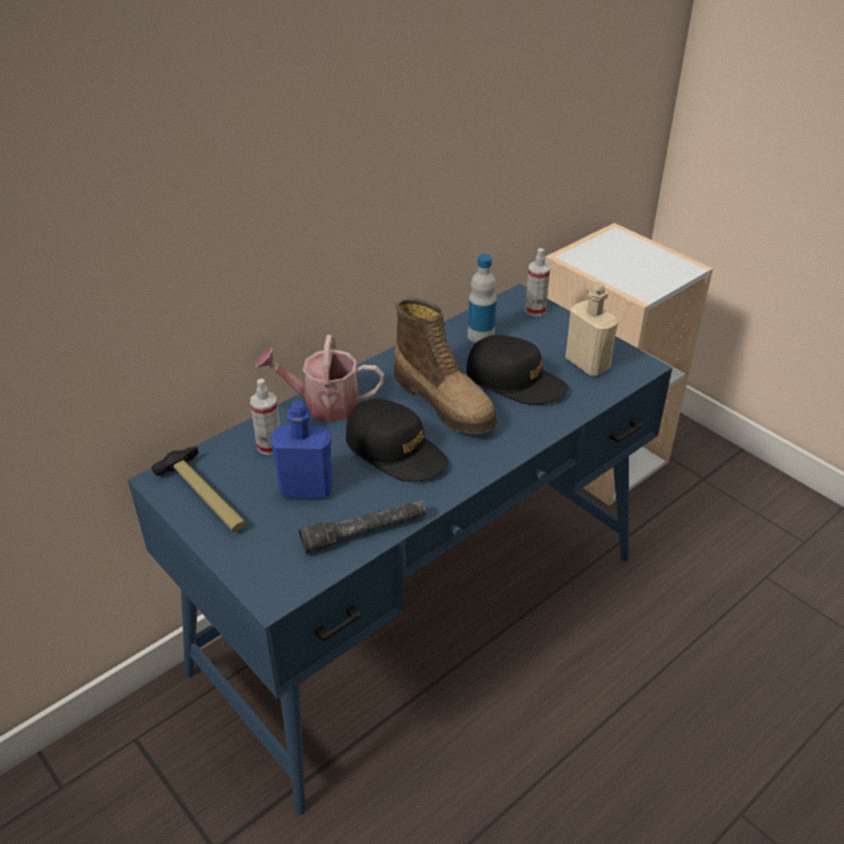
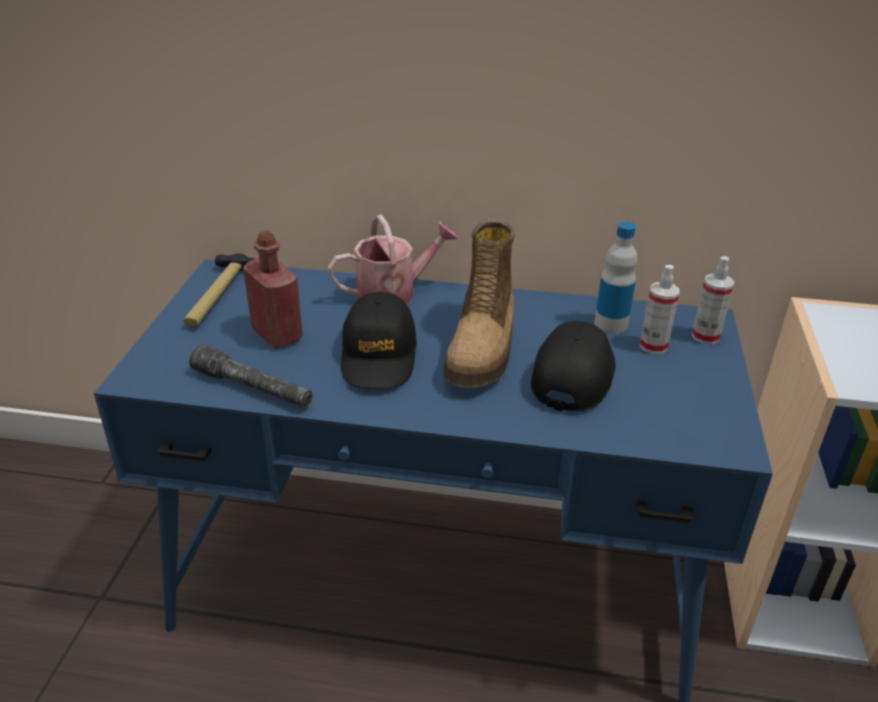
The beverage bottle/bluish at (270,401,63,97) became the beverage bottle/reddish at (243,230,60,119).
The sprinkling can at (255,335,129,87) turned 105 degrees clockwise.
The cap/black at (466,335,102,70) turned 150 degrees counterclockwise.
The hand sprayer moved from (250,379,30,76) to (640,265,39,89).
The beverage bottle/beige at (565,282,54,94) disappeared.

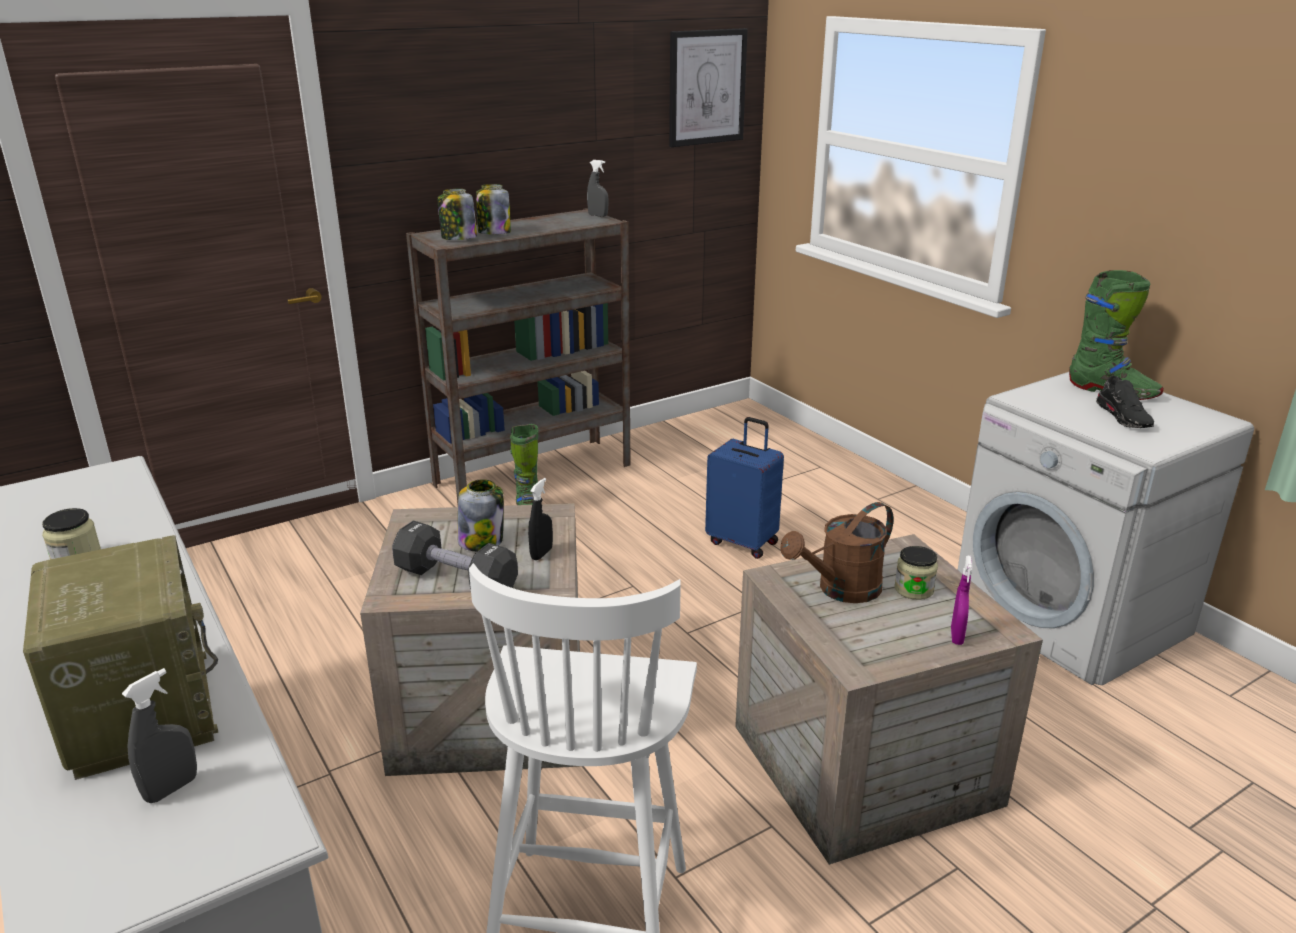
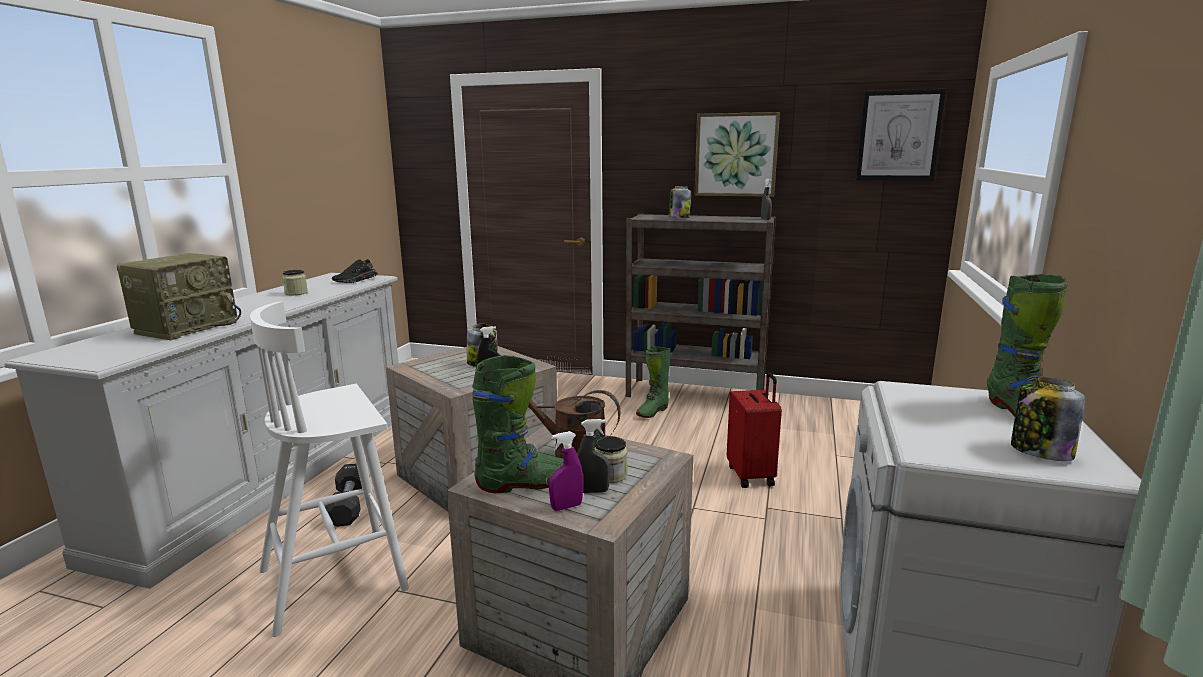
The dumbbell/black moved from (392,520,126,69) to (325,464,37,63).
The low shoe/black moved from (1096,376,58,52) to (332,259,46,24).
The high-top boot/green-coloured at (472,355,92,138) appeared.
The hand sprayer/gray moved from (122,668,75,135) to (577,419,33,74).
The wall art at (695,112,85,85) appeared.
The piece of luggage/bluish at (705,417,79,142) became the piece of luggage/reddish at (727,372,55,116).
The jar moved from (438,189,39,51) to (1011,377,74,84).

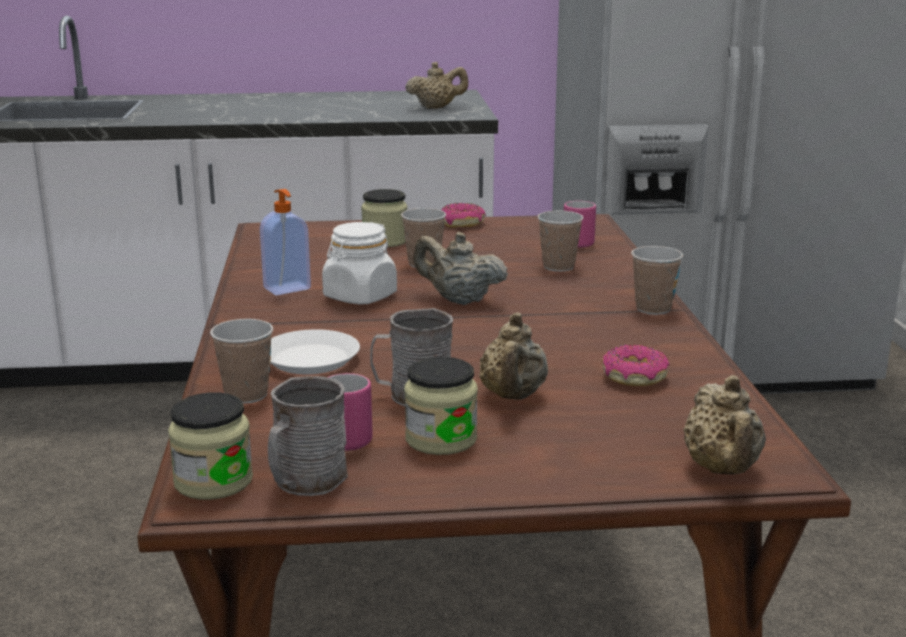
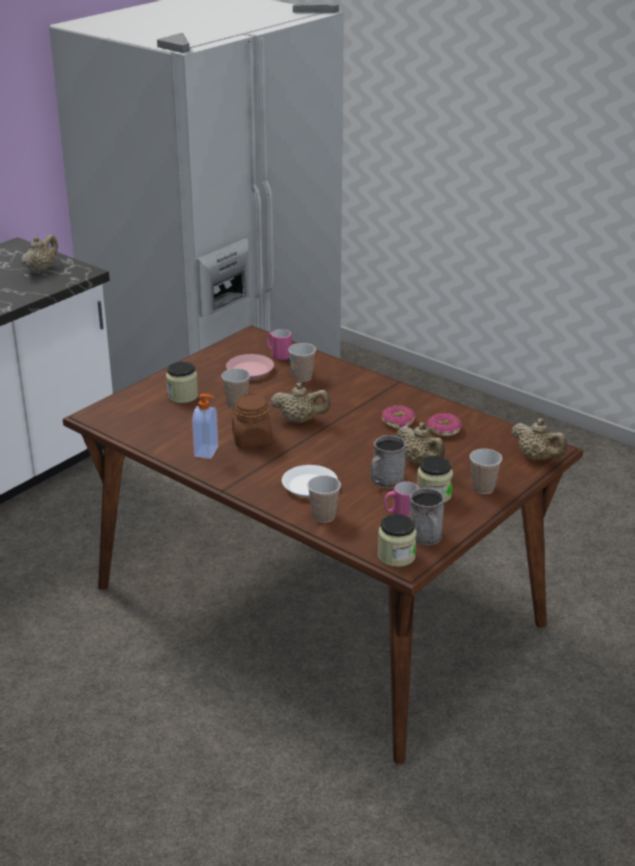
The plate/pinkish at (226,354,48,25) appeared.
The jar/whitish at (322,222,75,83) became the jar/brown-coloured at (232,394,40,54).
The tea pot/beige at (413,232,95,73) turned 150 degrees counterclockwise.
The ring doughnut moved from (441,203,45,25) to (382,405,34,24).
The cup moved from (631,246,52,69) to (470,449,32,45).

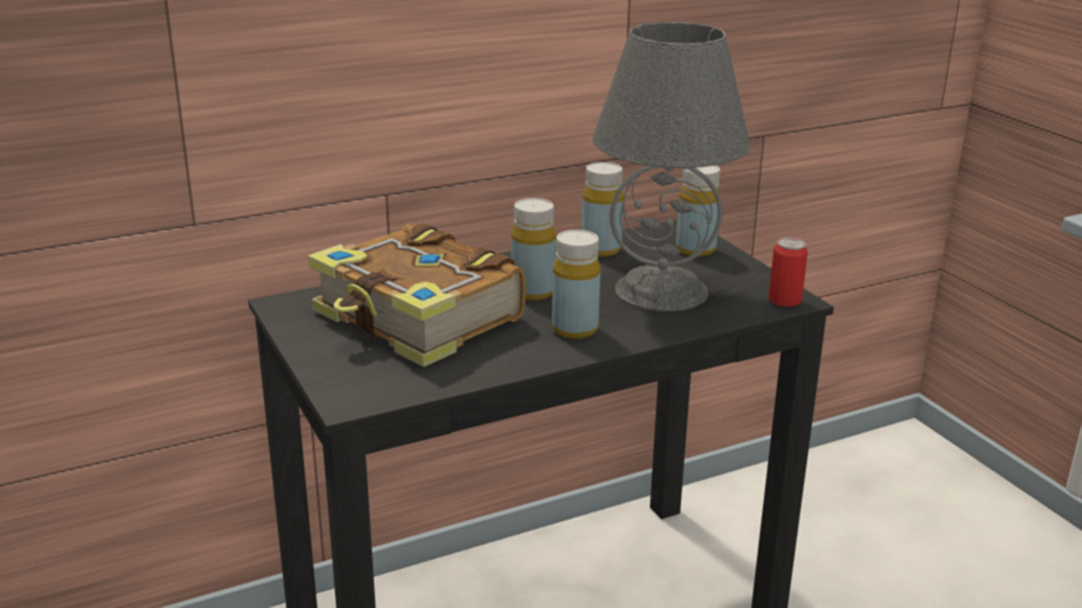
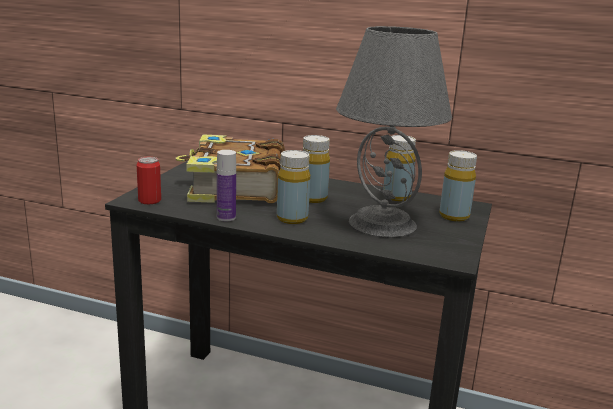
The sealed can moved from (768,237,40,70) to (137,157,24,48).
The beverage bottle at (217,150,19,71) appeared.

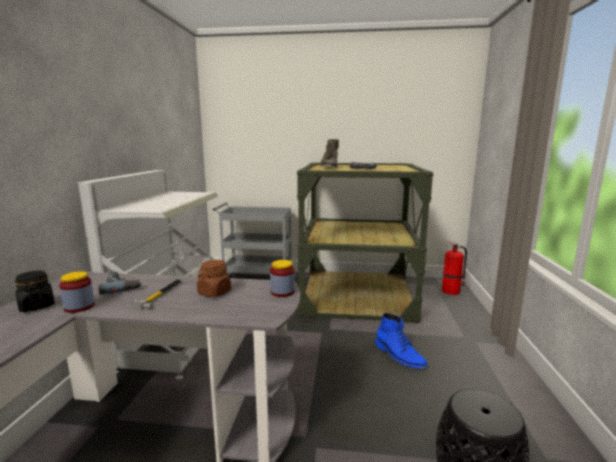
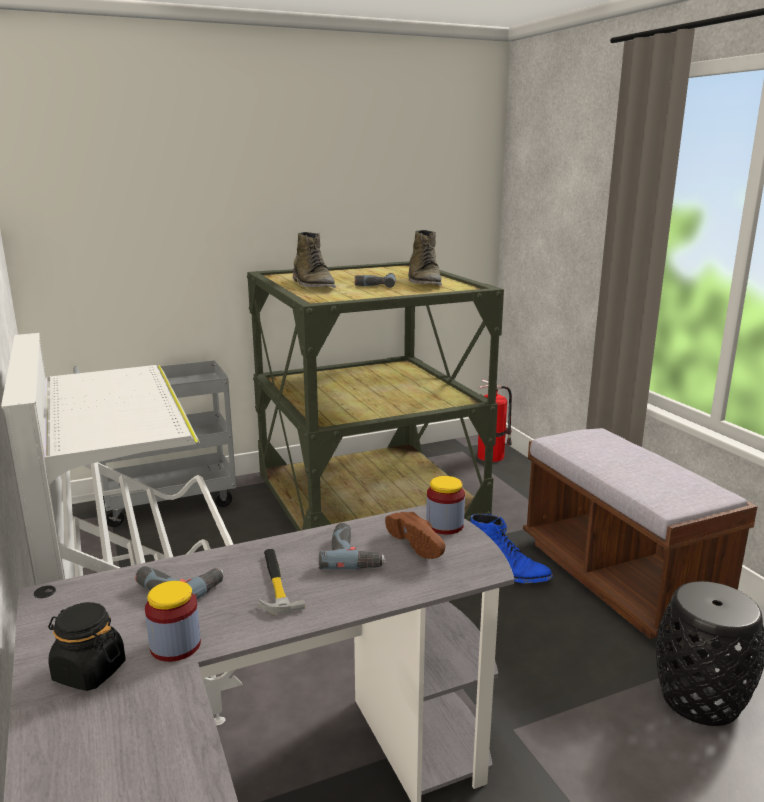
The jar/brown-coloured at (197,260,34,37) was replaced by the power drill at (319,523,67,46).
The low shoe/brown-coloured at (385,512,60,47) appeared.
The high-top boot/green-coloured at (408,230,34,56) appeared.
The bench/brown-coloured at (523,428,235,211) appeared.

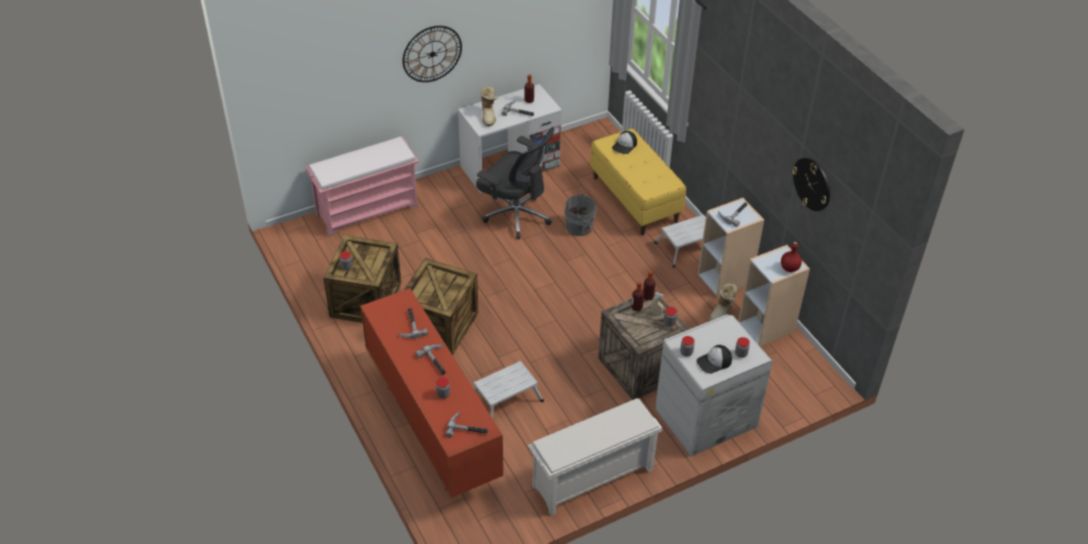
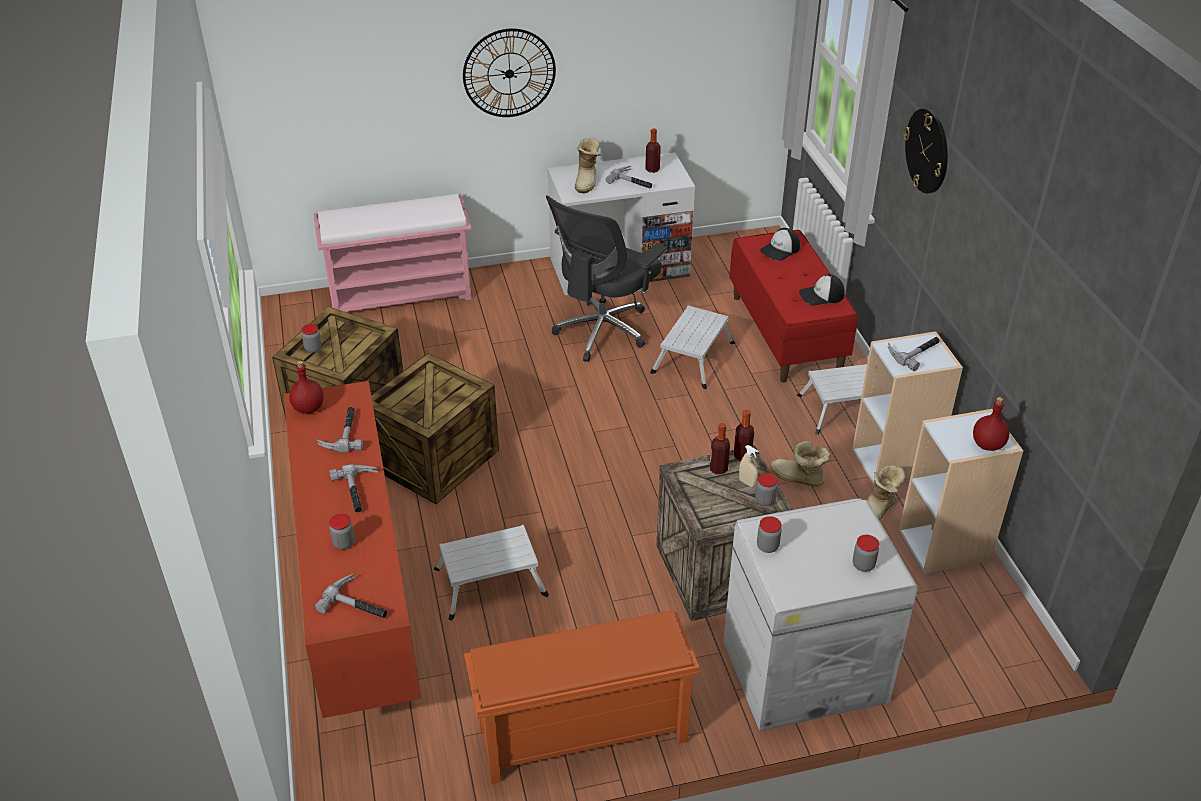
The beverage bottle/reddish at (289,361,35,53) appeared.
The shoe shelf/whitish at (528,398,134,118) became the shoe shelf/orangey at (464,610,236,174).
The office chair at (476,127,78,112) turned 75 degrees clockwise.
The pail/gray at (564,194,33,42) was replaced by the stepladder/whitish at (650,306,85,83).
The bench/yellowish at (590,128,96,107) became the bench/reddish at (730,230,127,153).
The high-top boot at (770,441,60,46) appeared.
The cap moved from (697,345,35,29) to (799,274,46,32).
The hanging clock moved from (792,157,38,54) to (903,108,45,86).

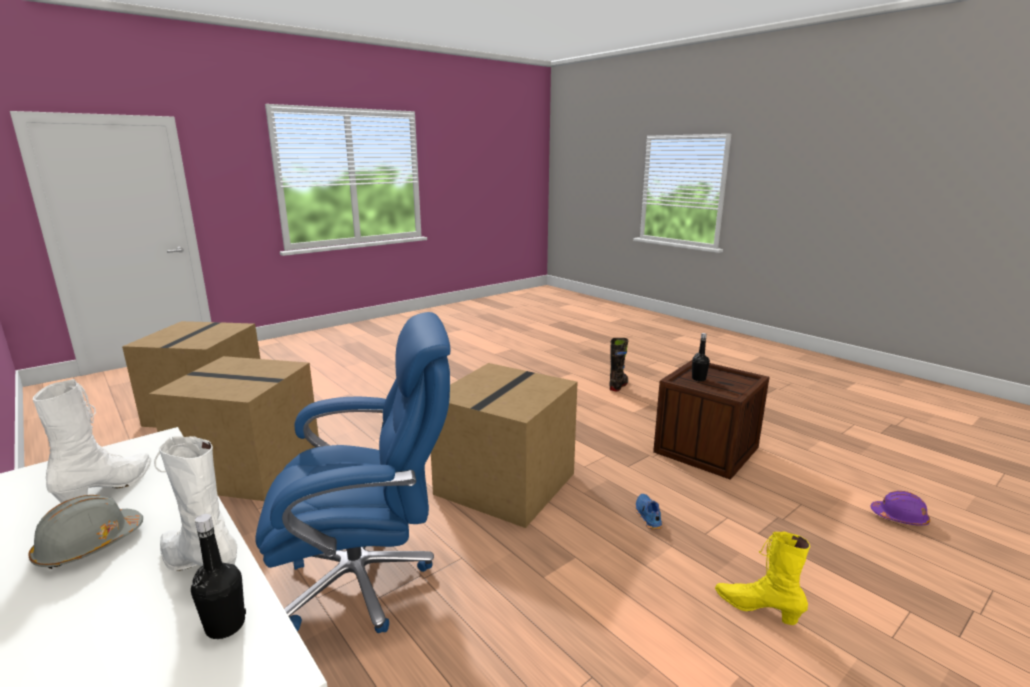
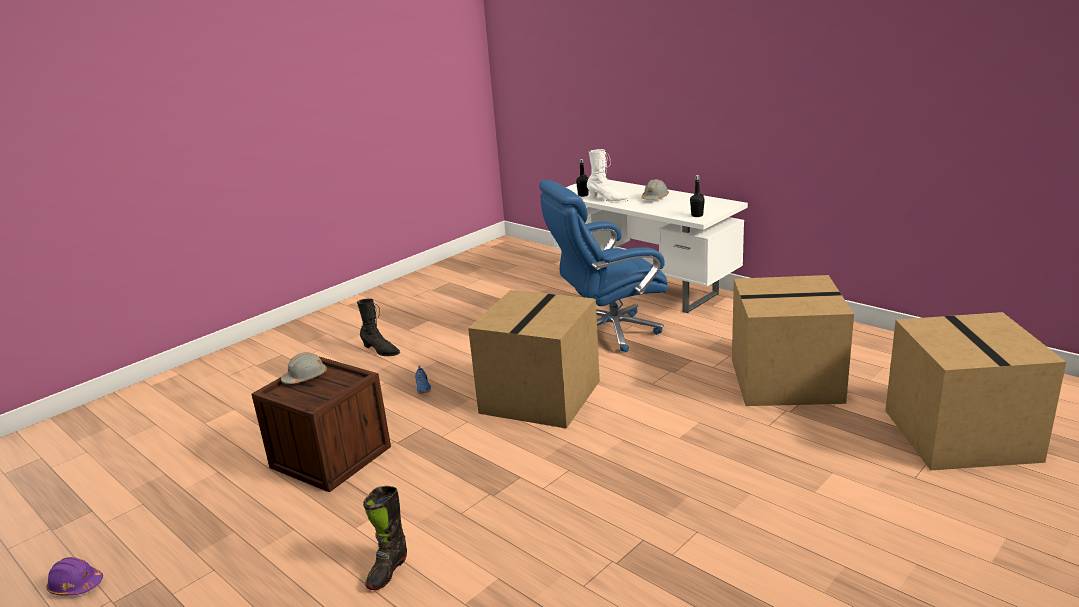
The work helmet/purple moved from (870,491,60,35) to (46,557,57,39).
The work helmet/gray at (281,352,46,32) appeared.
The high-top boot/yellowish at (715,532,95,93) became the high-top boot/black at (357,299,43,57).
The beverage bottle/black moved from (692,333,18,48) to (690,175,15,42).
The high-top boot/whitish at (33,379,119,124) disappeared.

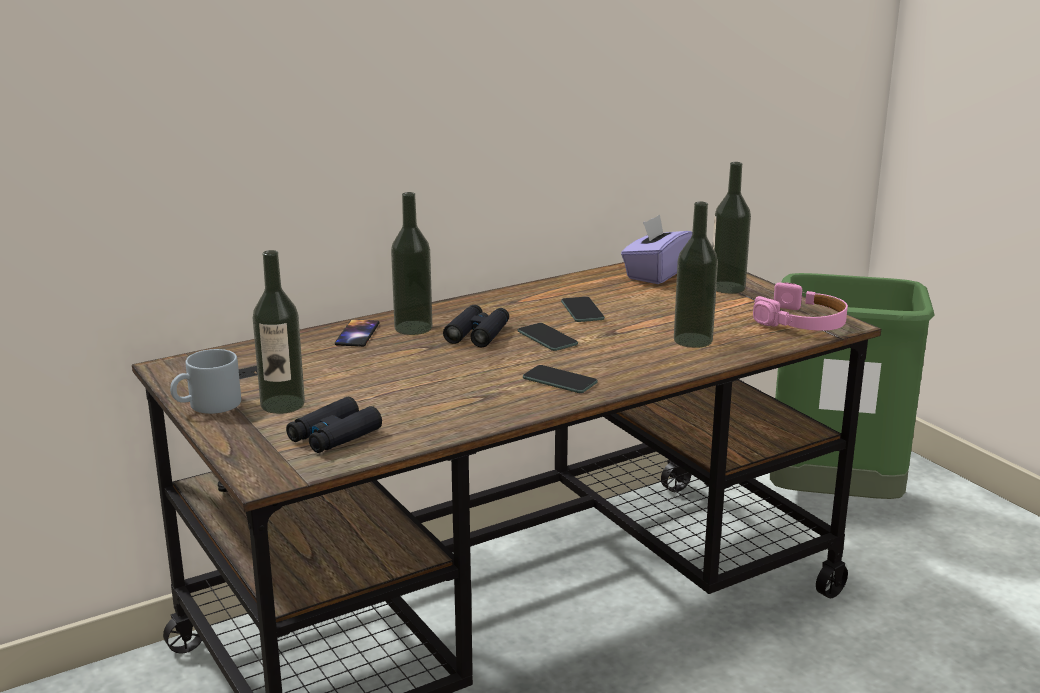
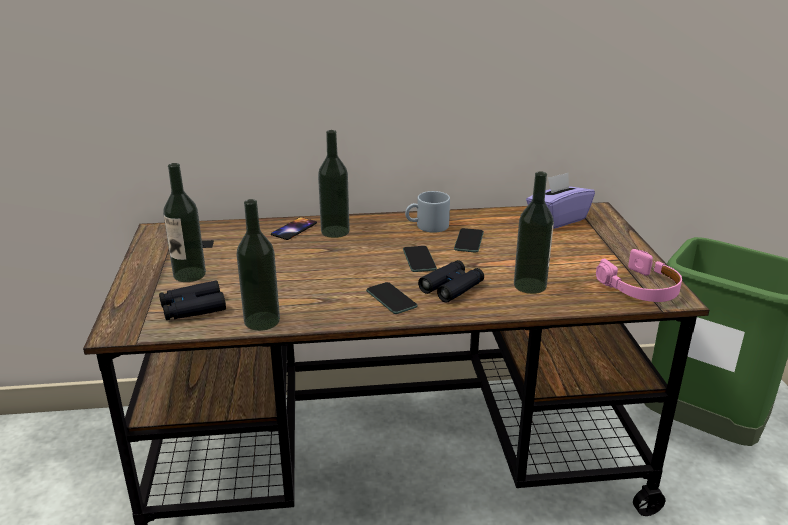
The beverage bottle moved from (713,162,38,132) to (236,199,44,132).
The tea mug/gray moved from (170,349,71,65) to (405,191,45,42).
The pair of binoculars/black moved from (443,305,66,42) to (418,260,66,43).

